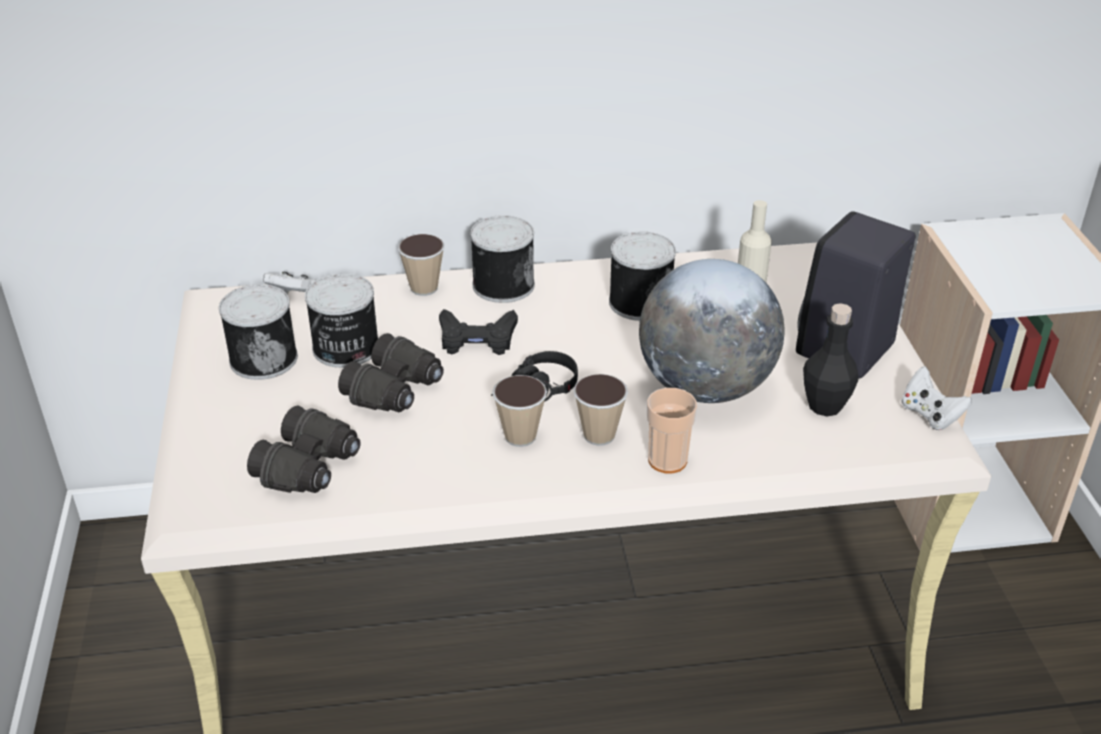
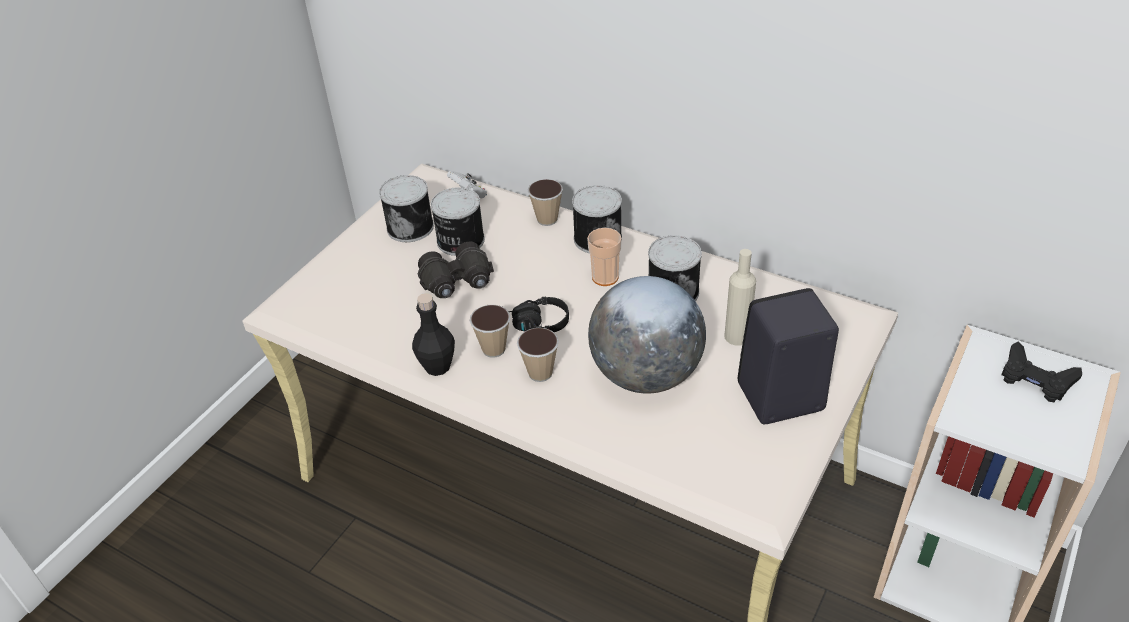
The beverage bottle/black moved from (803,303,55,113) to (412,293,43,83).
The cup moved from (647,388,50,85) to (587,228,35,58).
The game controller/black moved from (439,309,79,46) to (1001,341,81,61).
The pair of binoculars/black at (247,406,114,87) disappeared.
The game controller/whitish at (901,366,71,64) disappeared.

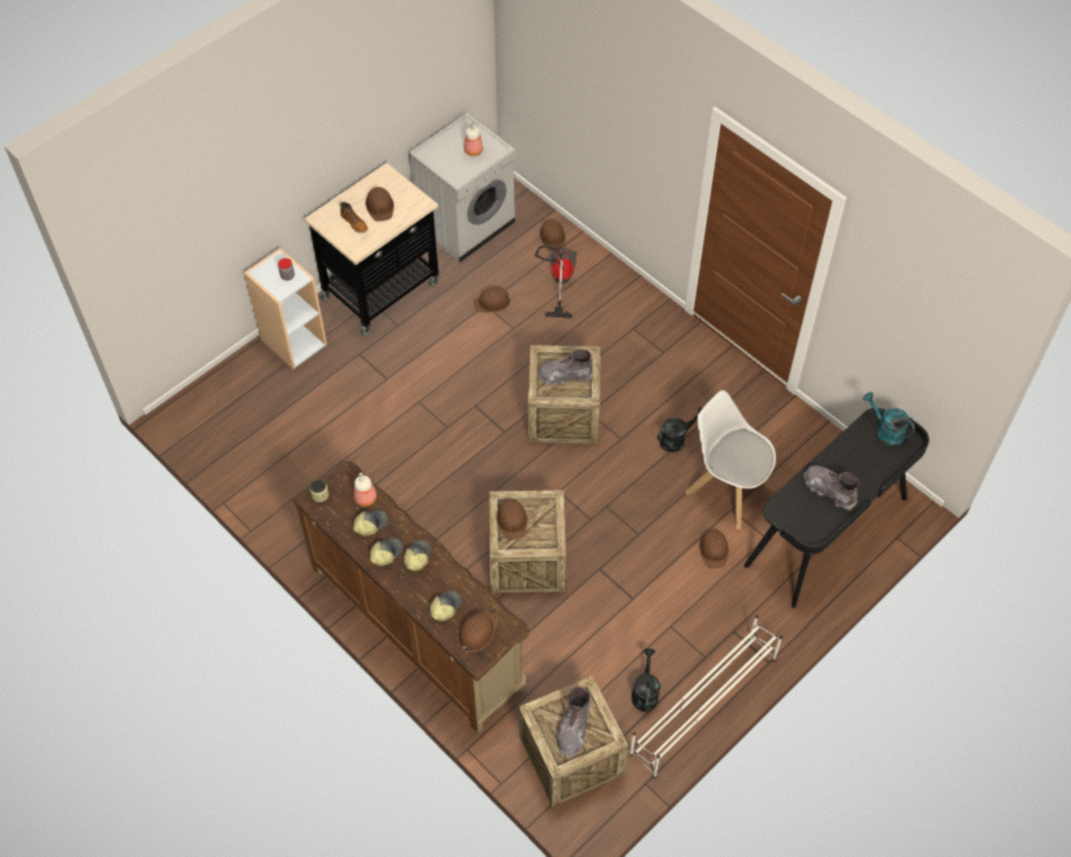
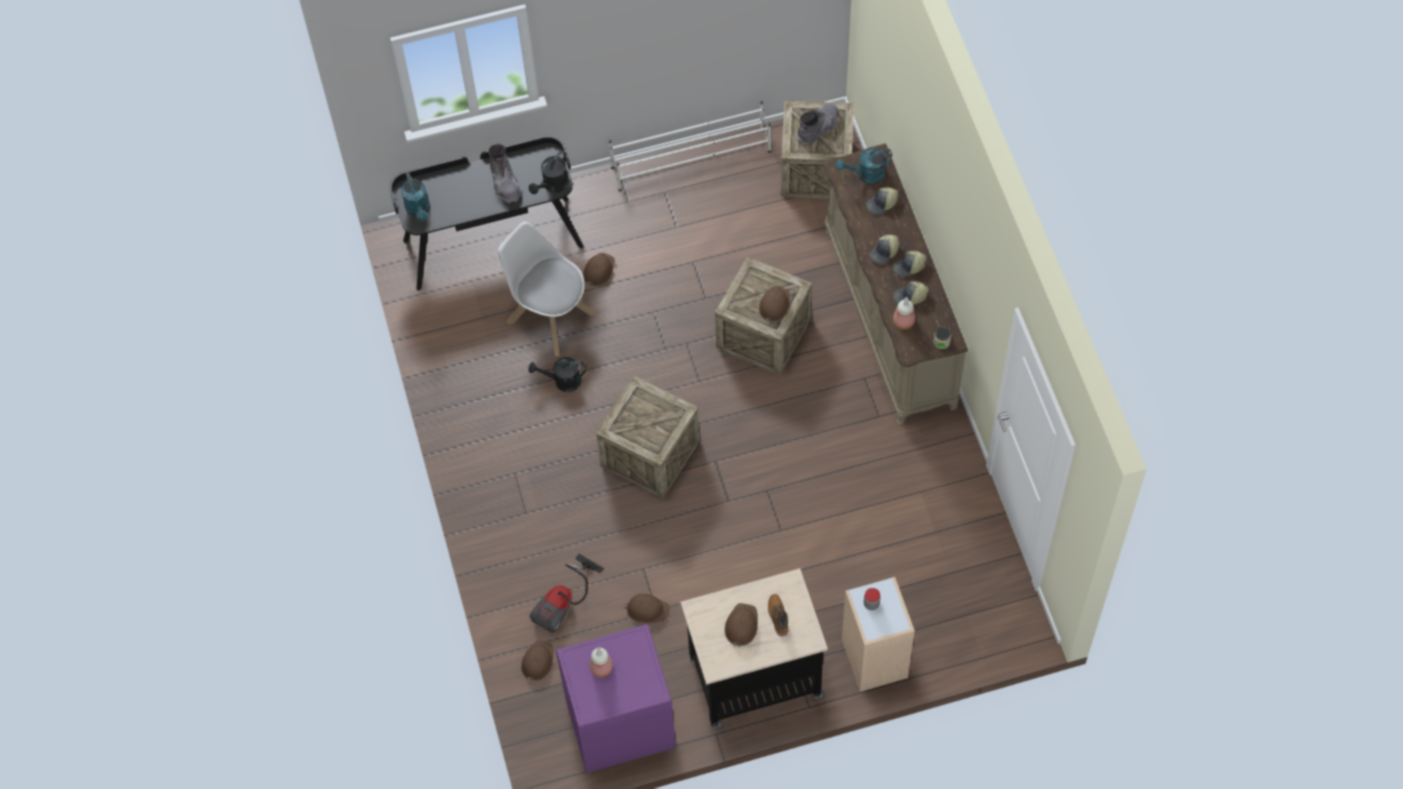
The plain chair at (685,390,91,139) turned 150 degrees clockwise.
The sprinkling can/black moved from (631,648,29,64) to (529,150,40,44).
The laundry appliance/whitish at (409,113,107,149) became the laundry appliance/purple at (556,624,120,149).
The work helmet/brown-coloured at (458,610,40,42) was replaced by the sprinkling can/blue-green at (836,148,56,36).
The high-top boot/gray at (538,349,55,37) disappeared.

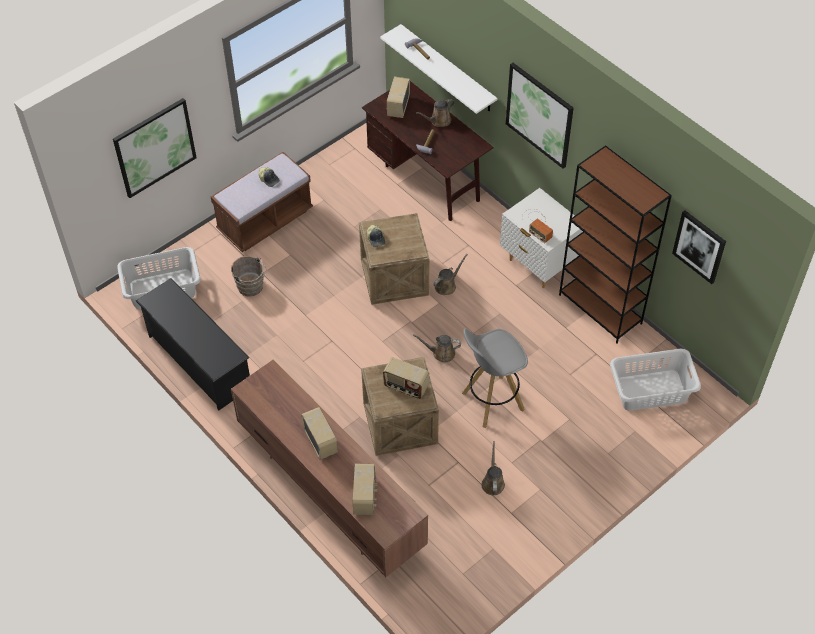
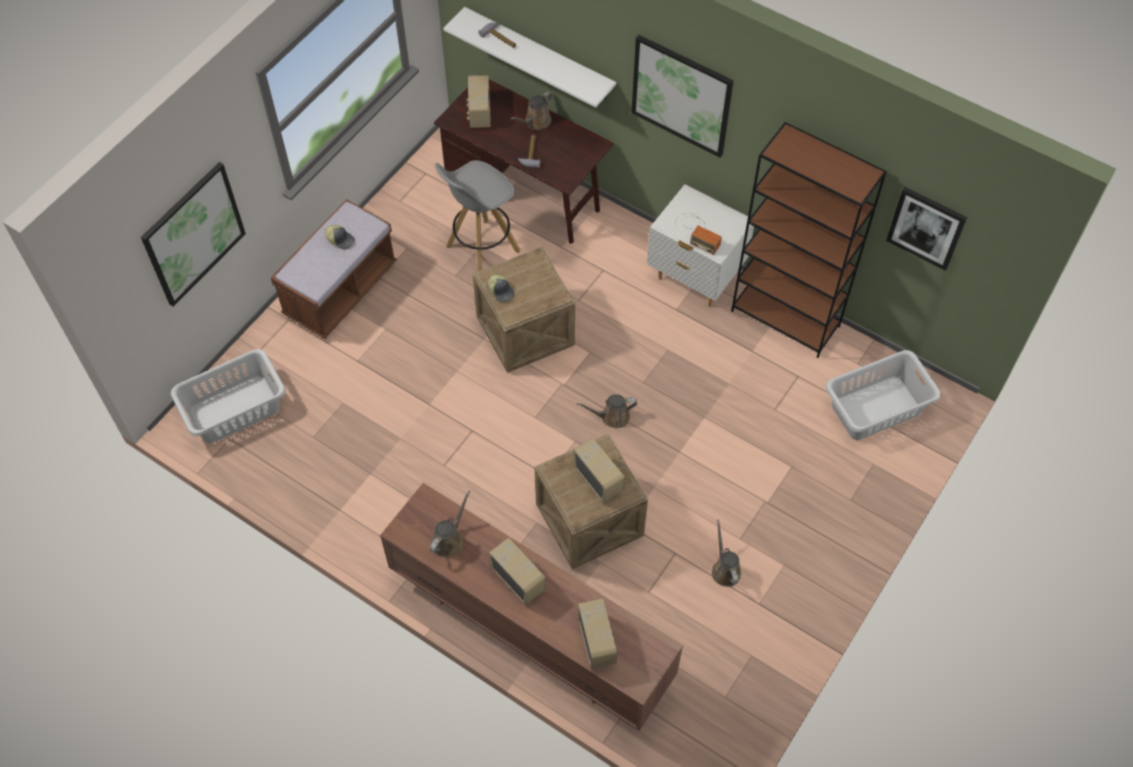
The sprinkling can/brown-coloured moved from (433,254,35,41) to (430,490,41,68).
The stool seat/gray moved from (462,328,66,100) to (435,160,85,111).
The radio at (383,357,46,42) turned 135 degrees counterclockwise.
The shoe shelf/black at (136,278,114,132) disappeared.
The pail/brown-coloured at (231,256,36,41) disappeared.

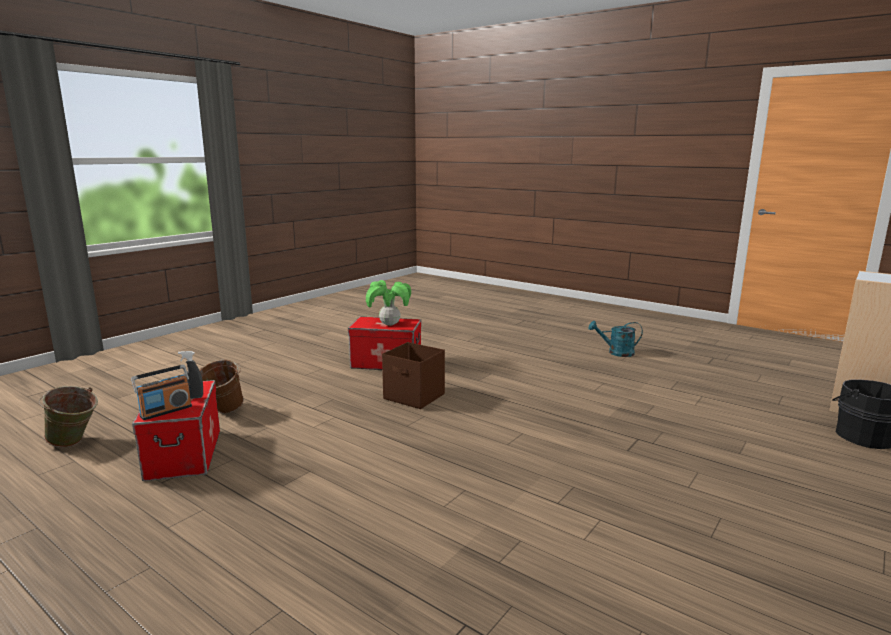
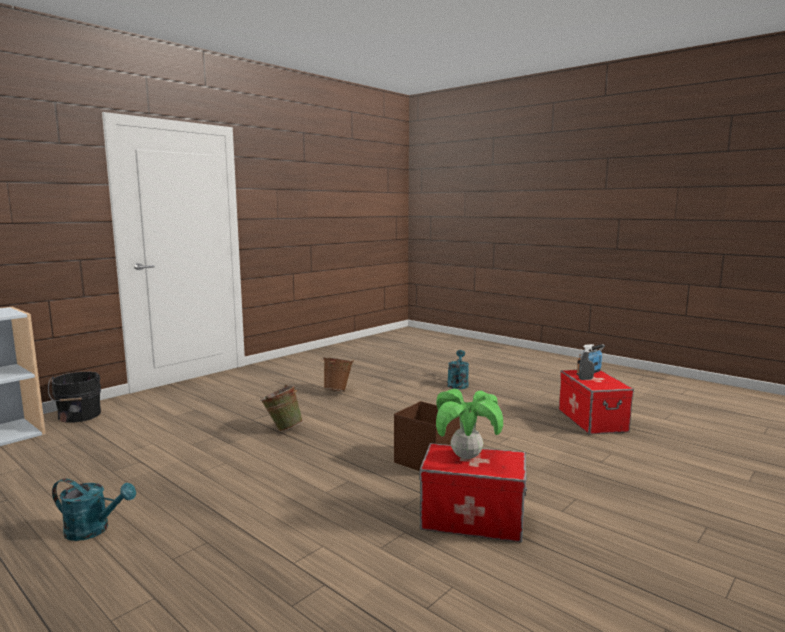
The pail/green-coloured moved from (39,386,59,61) to (260,385,43,47).
The pail/brown-coloured moved from (199,360,45,53) to (322,357,32,34).
The sprinkling can/blue-green at (447,350,22,39) appeared.

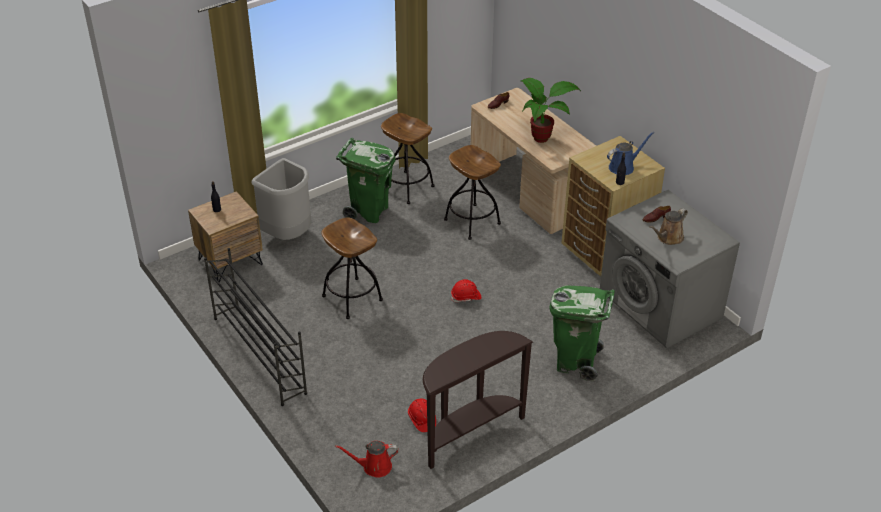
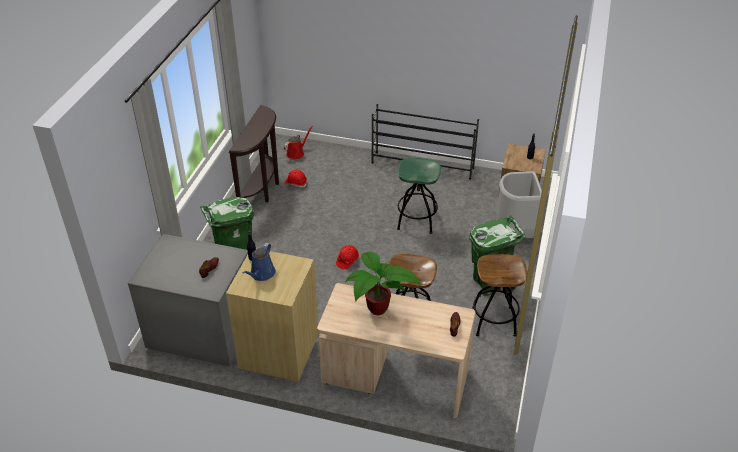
The stool seat/brown-coloured at (321,217,62,102) became the stool seat/green-coloured at (397,158,44,76).
The sprinkling can/brown-coloured at (649,208,39,37) disappeared.

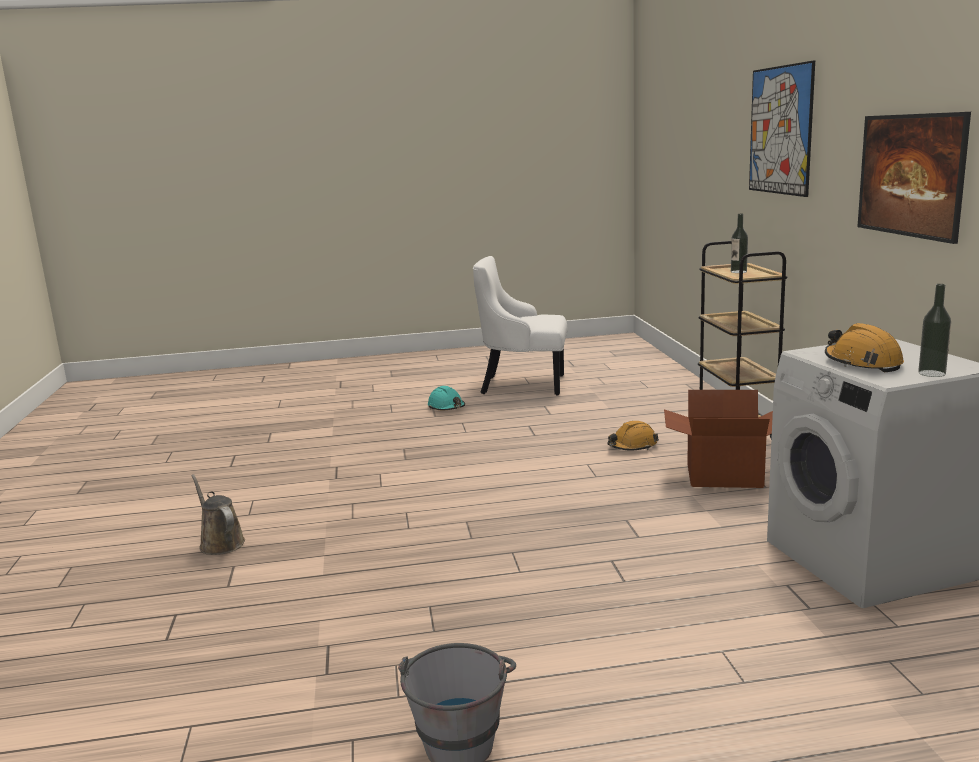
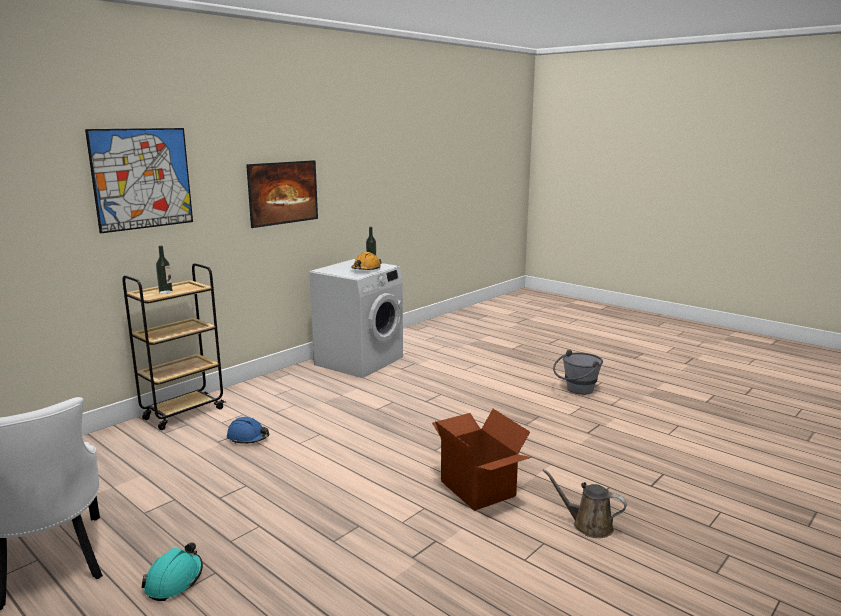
The work helmet/orangey at (607,421,52,30) became the work helmet/bluish at (227,417,42,27).
The packing box moved from (664,390,109,98) to (432,409,100,102).
The sprinkling can/brown-coloured at (191,474,54,81) turned 105 degrees clockwise.

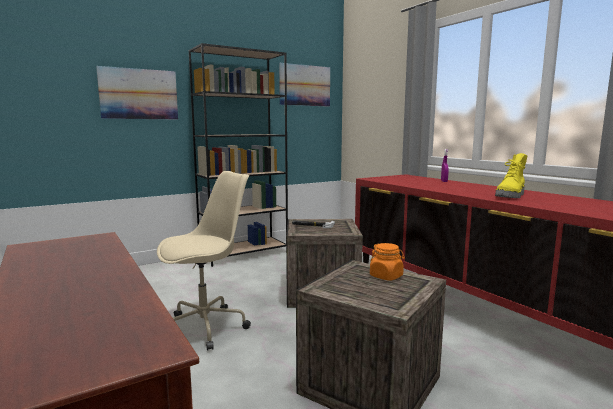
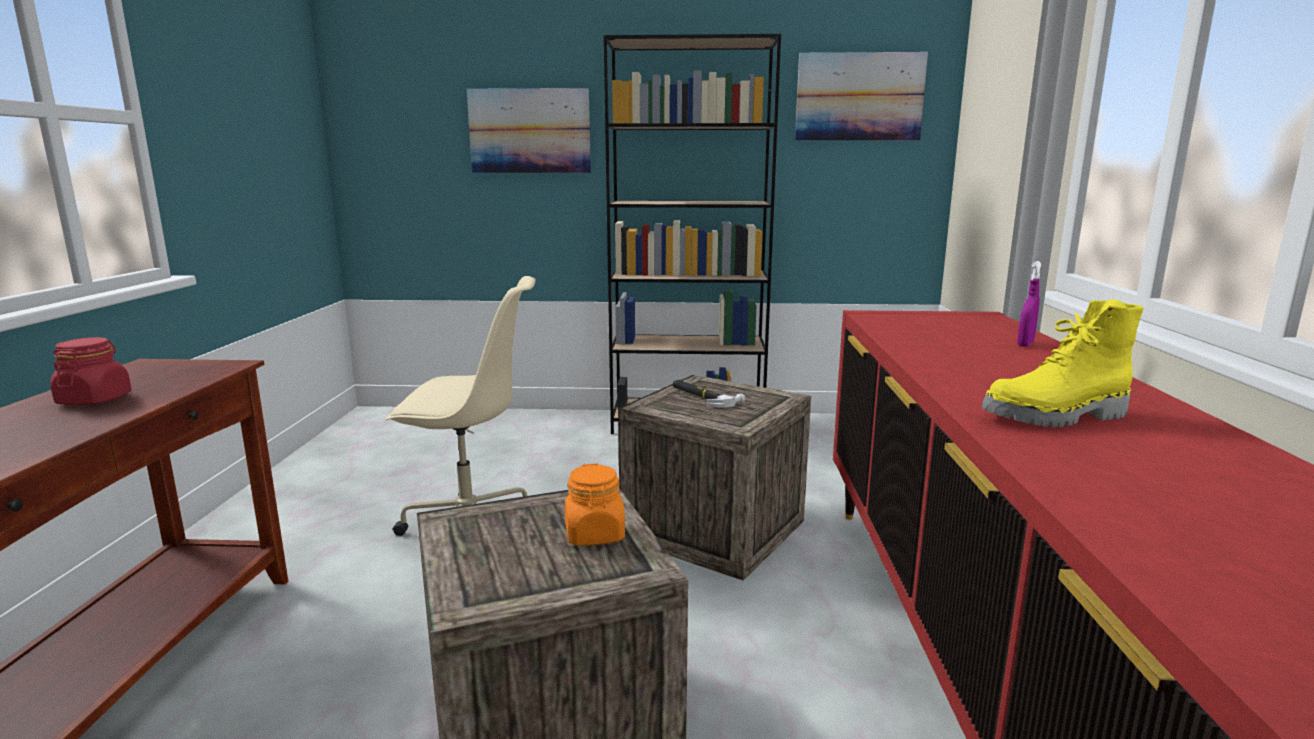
The jar/reddish at (50,337,82,68) appeared.

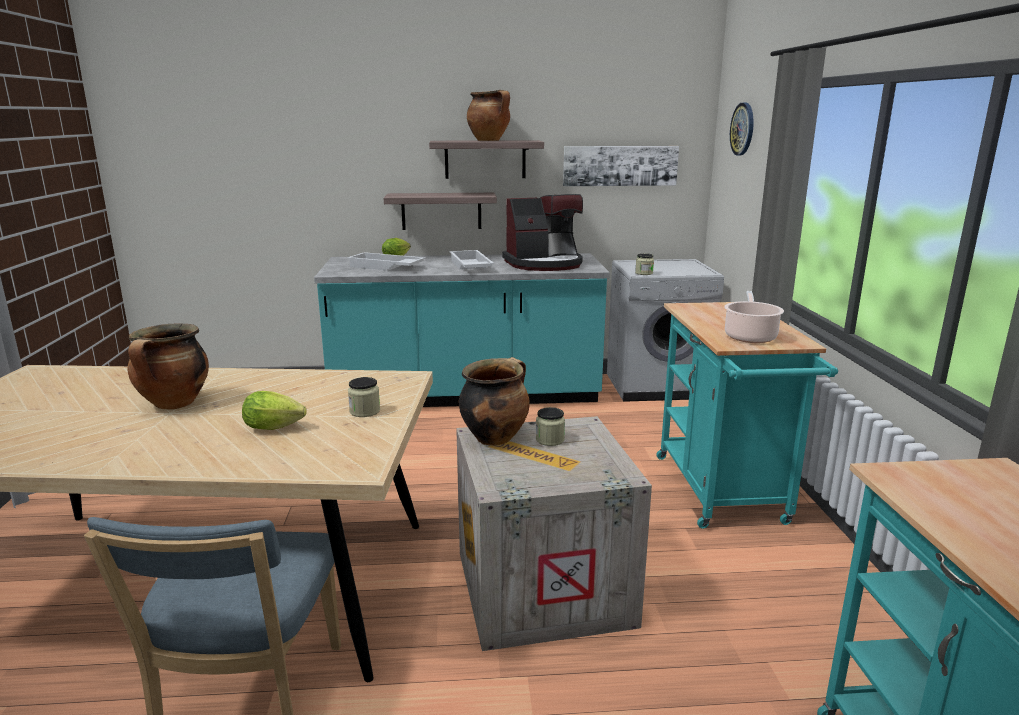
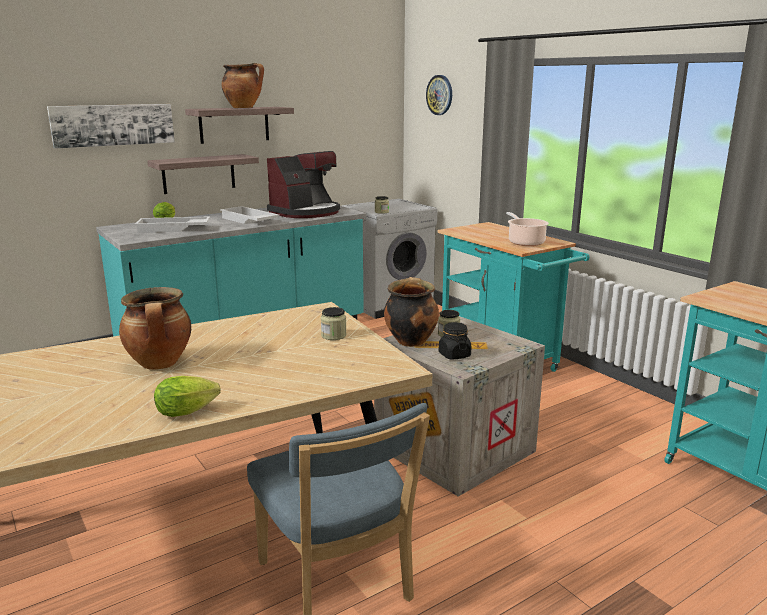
The wall art moved from (563,146,116,40) to (47,104,128,45).
The head of lettuce moved from (242,391,65,39) to (154,376,67,41).
The jar/black at (439,322,32,38) appeared.

